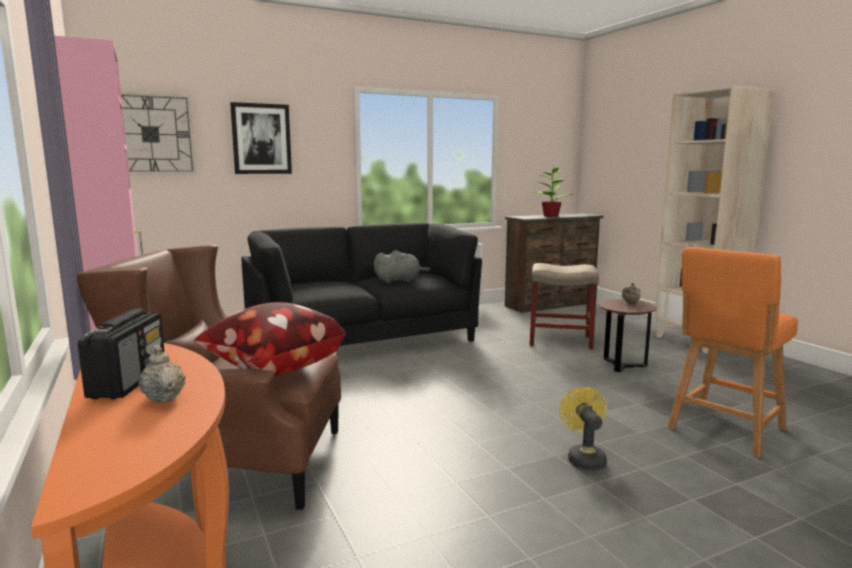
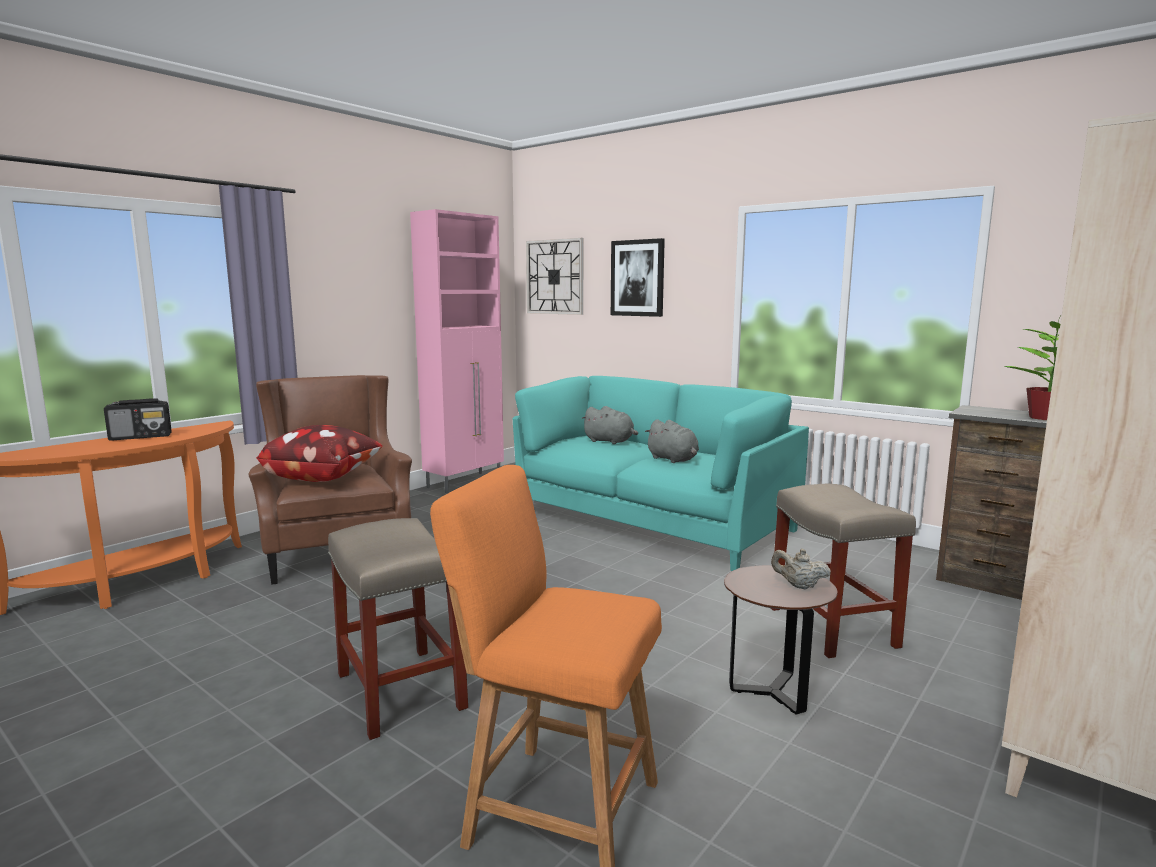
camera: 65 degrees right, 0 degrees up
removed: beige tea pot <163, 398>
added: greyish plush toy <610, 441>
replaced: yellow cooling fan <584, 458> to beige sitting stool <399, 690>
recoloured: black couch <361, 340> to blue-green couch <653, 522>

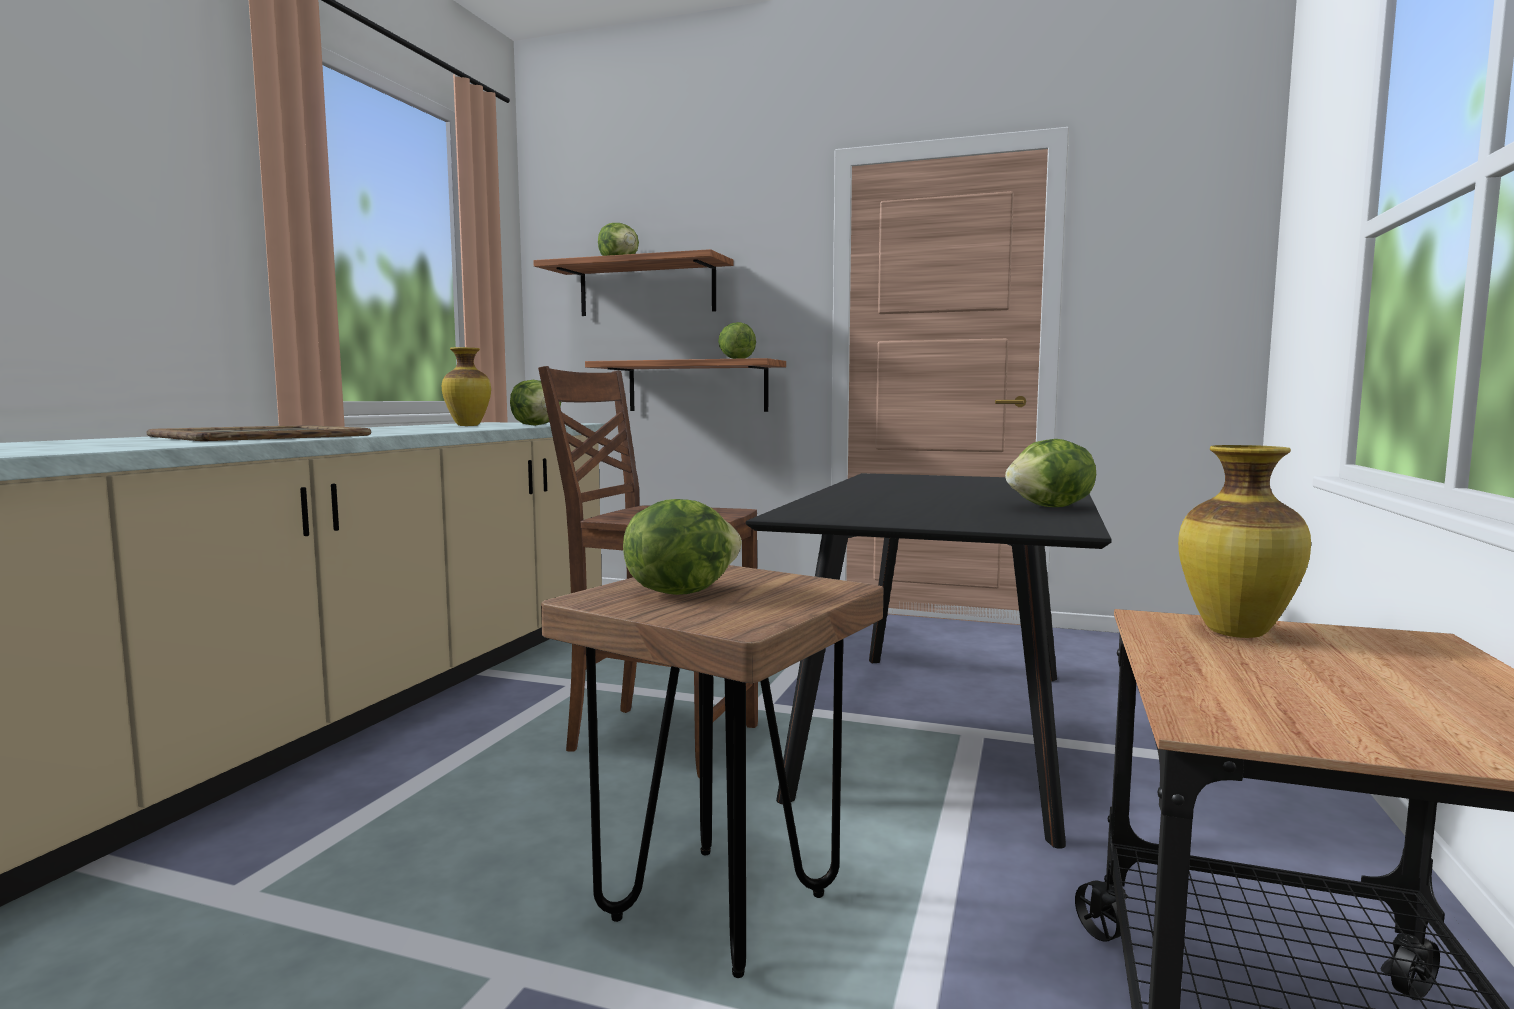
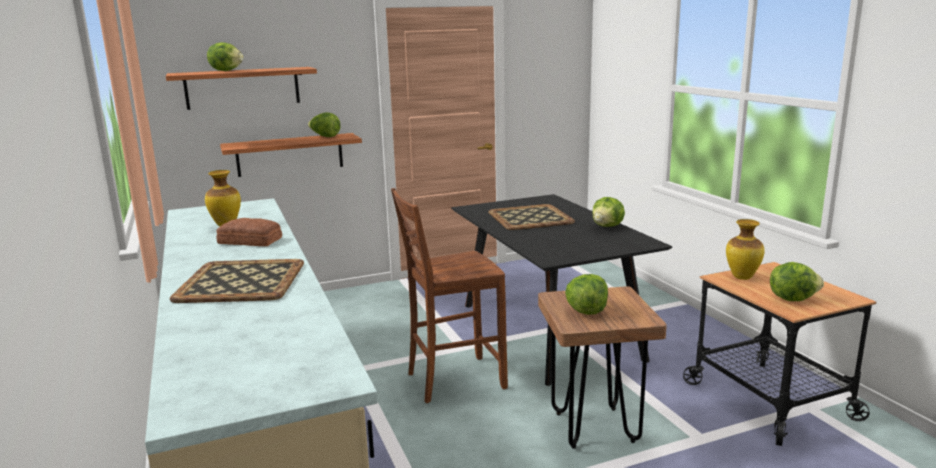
camera: 40 degrees left, 10 degrees up
added: carrying tray <529, 218>; bakery bread <250, 241>
moved: head of lettuce <537, 425> to <792, 298>

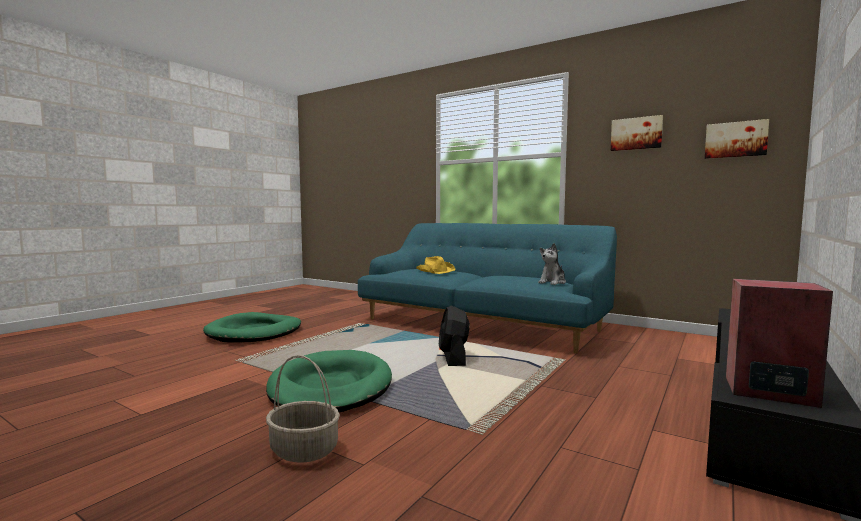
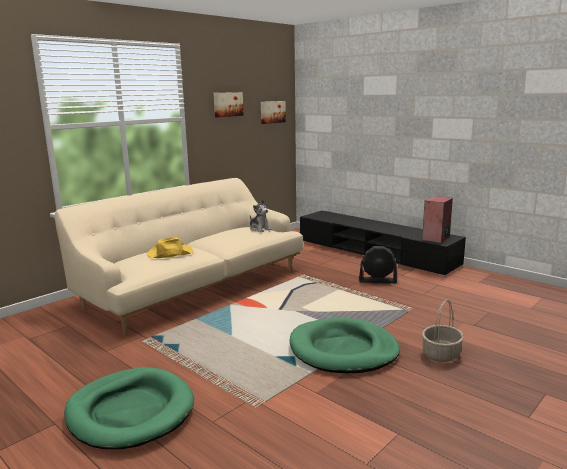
camera: 80 degrees left, 10 degrees up
moved: black cooling fan <453, 358> to <377, 280>
recoloured: blue-green couch <481, 324> to beige couch <194, 287>

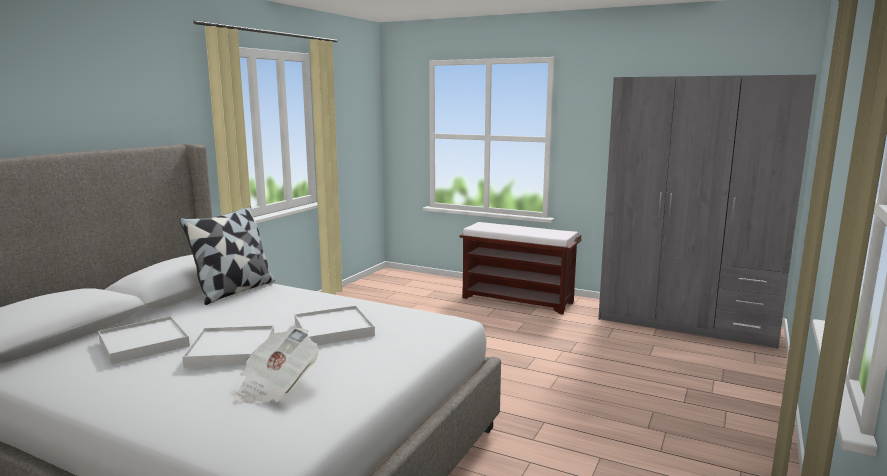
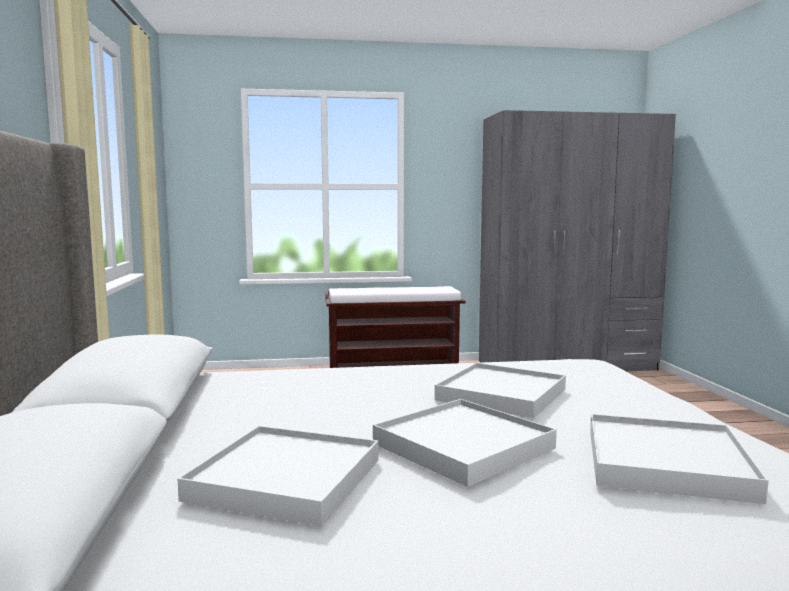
camera: 35 degrees left, 5 degrees down
removed: cushion <234, 291>
replaced: newspaper <276, 387> to white carrying tray <666, 463>

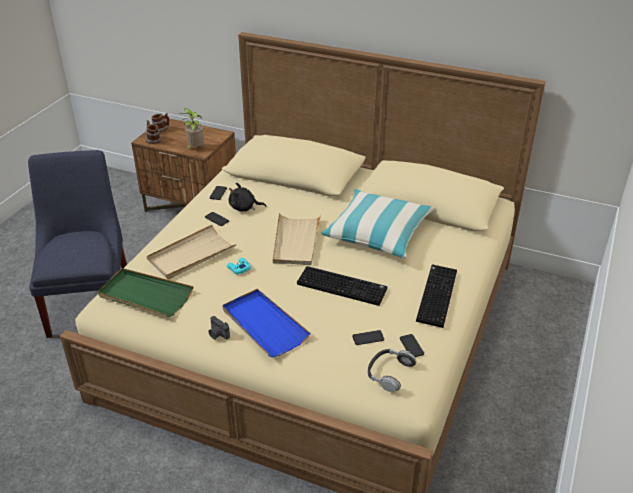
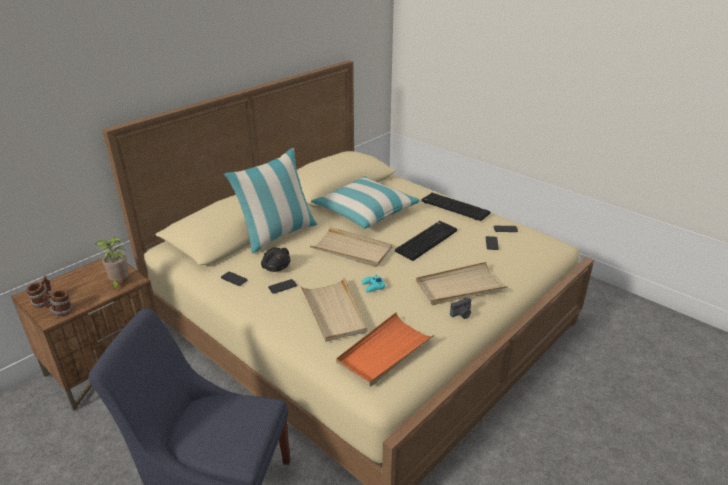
camera: 70 degrees left, 5 degrees down
removed: pair of headphones <389, 373>
added: cushion <277, 234>
recoloured: green-coloured carrying tray <145, 295> to orange-coloured carrying tray <384, 351>; bluish carrying tray <264, 325> to beige carrying tray <459, 287>
turned: black plush toy <244, 208> = <276, 267> 60 degrees counterclockwise

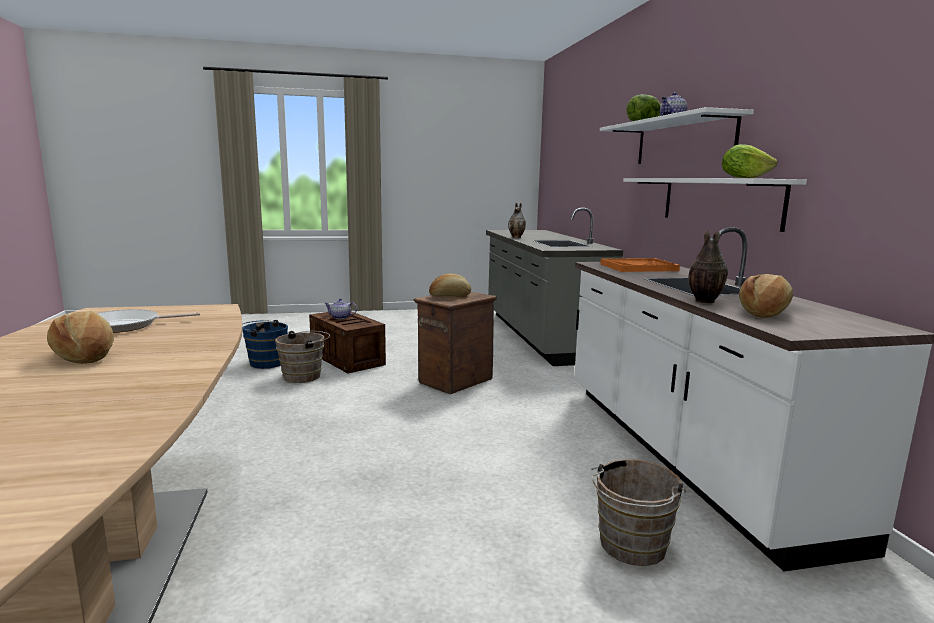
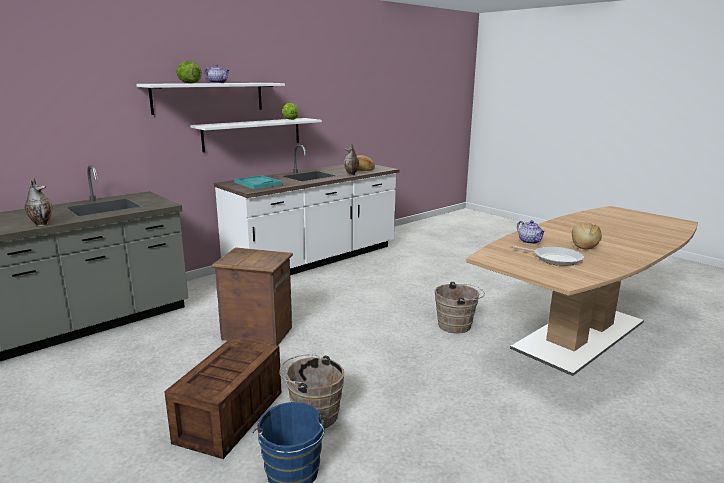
camera: 120 degrees left, 5 degrees up
removed: bakery bread <450, 296>
moved: tea pot <340, 317> to <530, 241>; brownish bucket <630, 548> to <457, 326>
recoloured: orange-coloured carrying tray <638, 267> to blue-green carrying tray <258, 183>

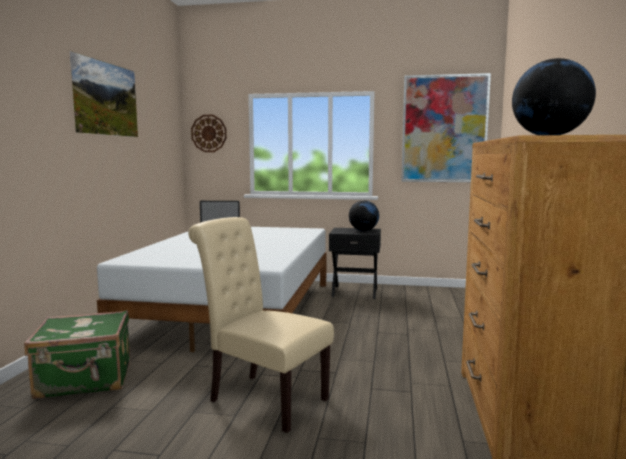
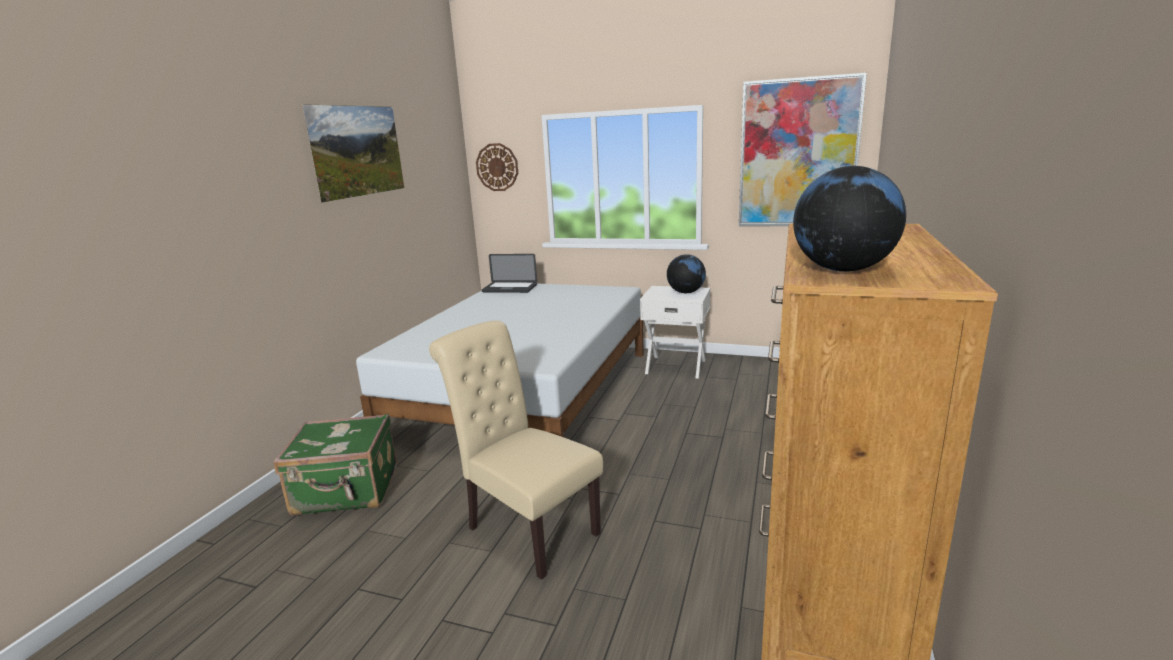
camera: 10 degrees right, 10 degrees up
recoloured: black bedside table <355, 292> to white bedside table <676, 366>

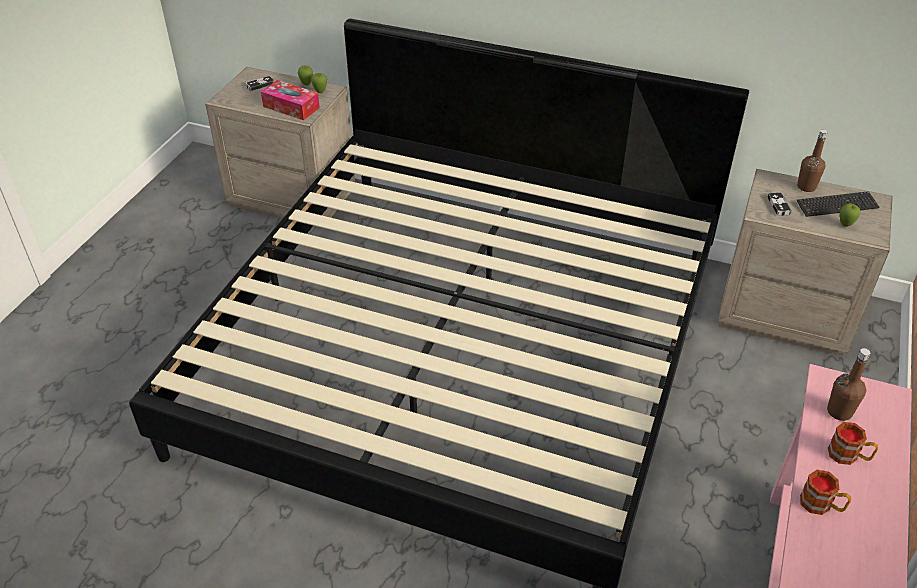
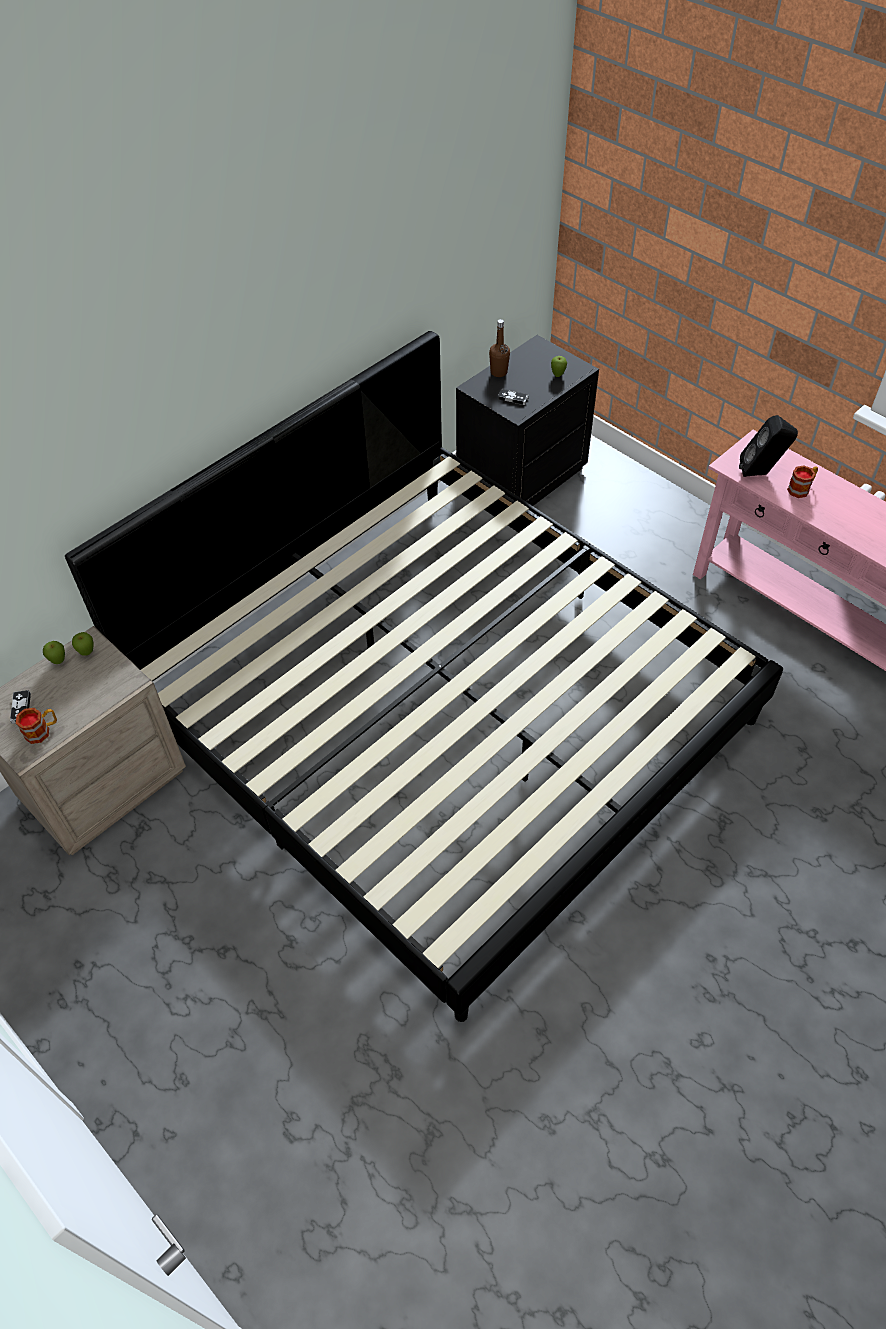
camera: 65 degrees left, 10 degrees up
removed: tissue holder <291, 107>; PC keyboard <837, 205>
moved: tea mug <821, 505> to <42, 731>
replaced: brownish beverage bottle <839, 412> to black audio speaker <761, 473>
recoloured: beige bedside table <784, 314> to black bedside table <520, 477>

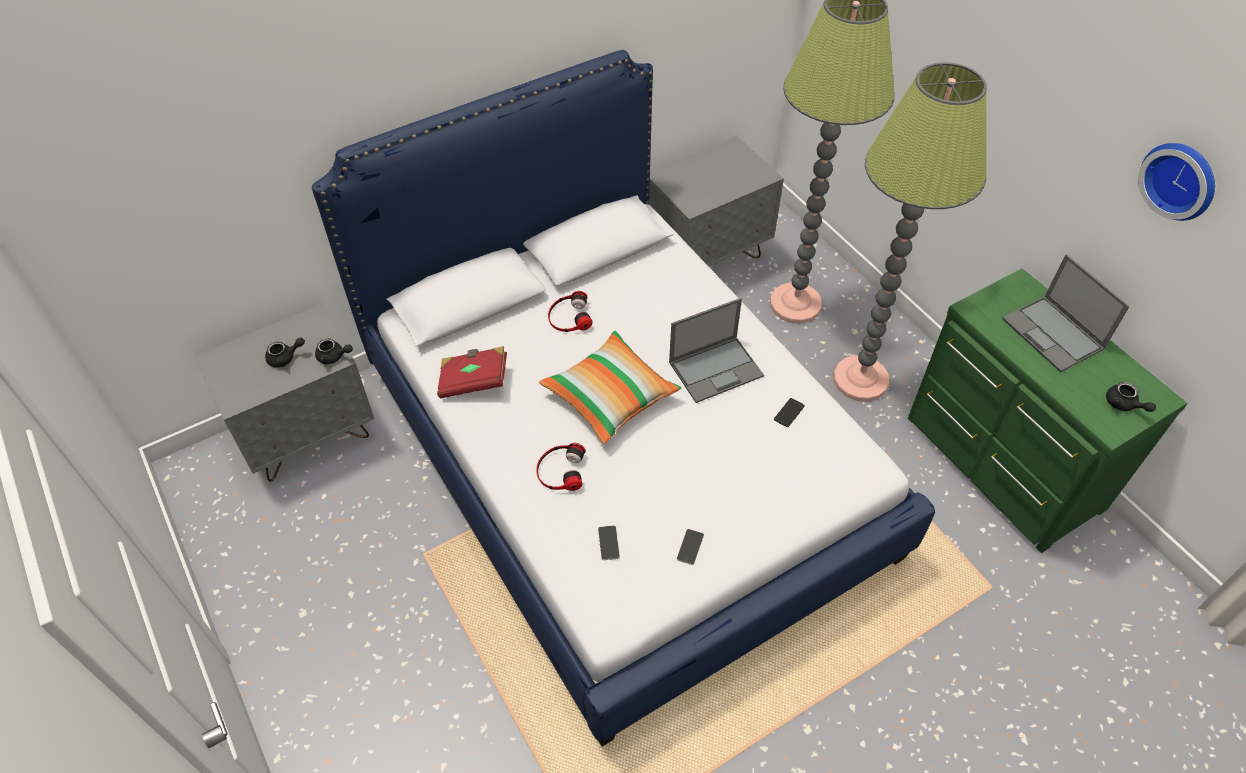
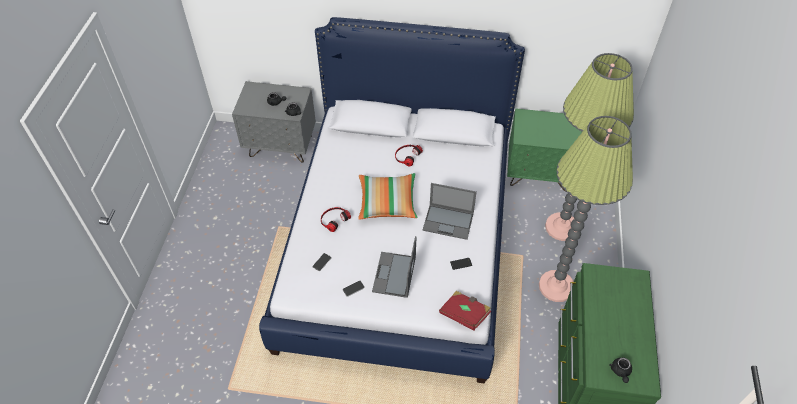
camera: 40 degrees right, 0 degrees up
removed: wall clock <1181, 179>
moved: notebook computer <1053, 334> to <394, 275>; red volume <474, 381> to <464, 314>
recoloured: greyish bedside table <706, 256> to green-coloured bedside table <539, 174>

